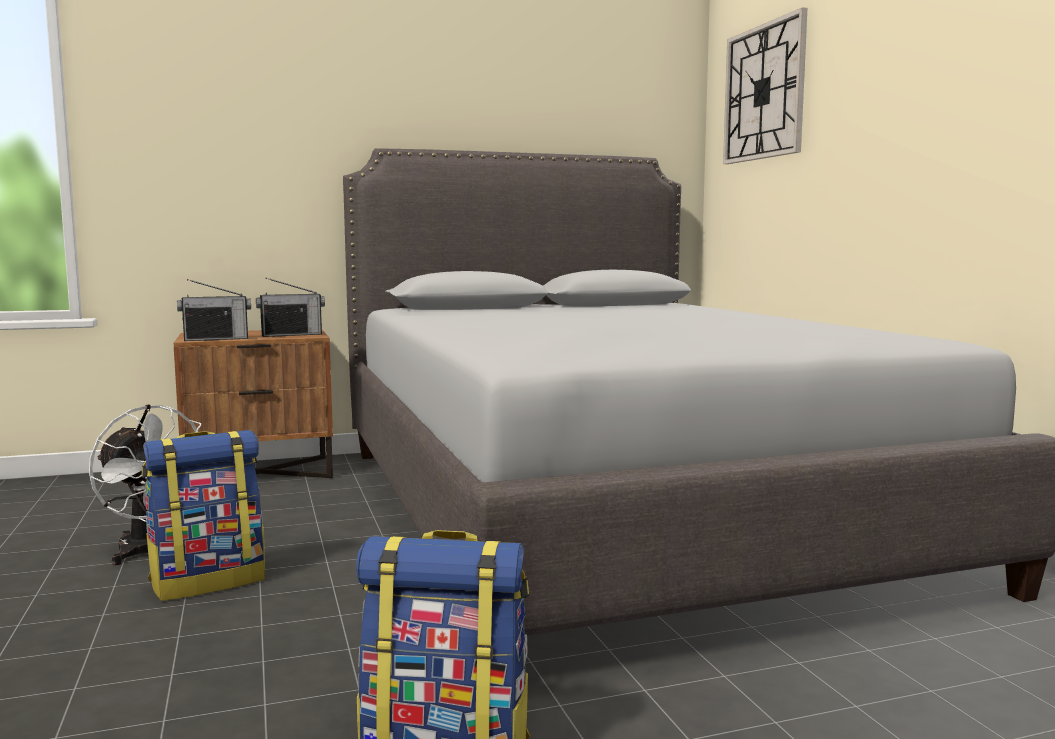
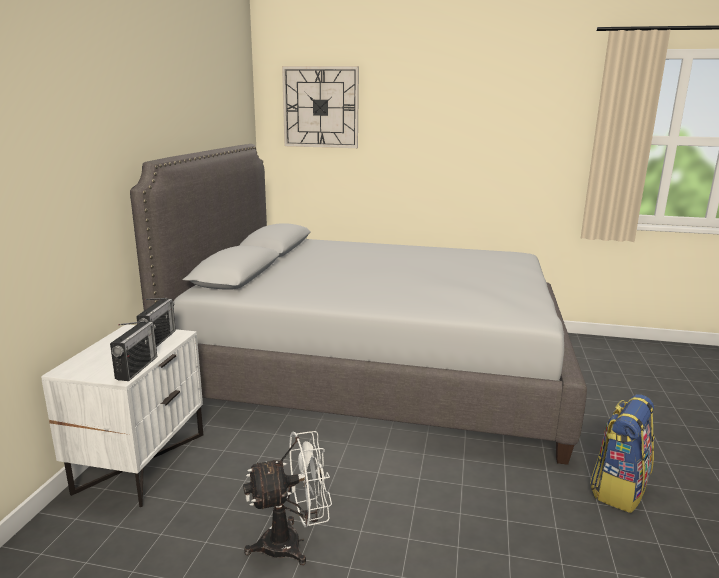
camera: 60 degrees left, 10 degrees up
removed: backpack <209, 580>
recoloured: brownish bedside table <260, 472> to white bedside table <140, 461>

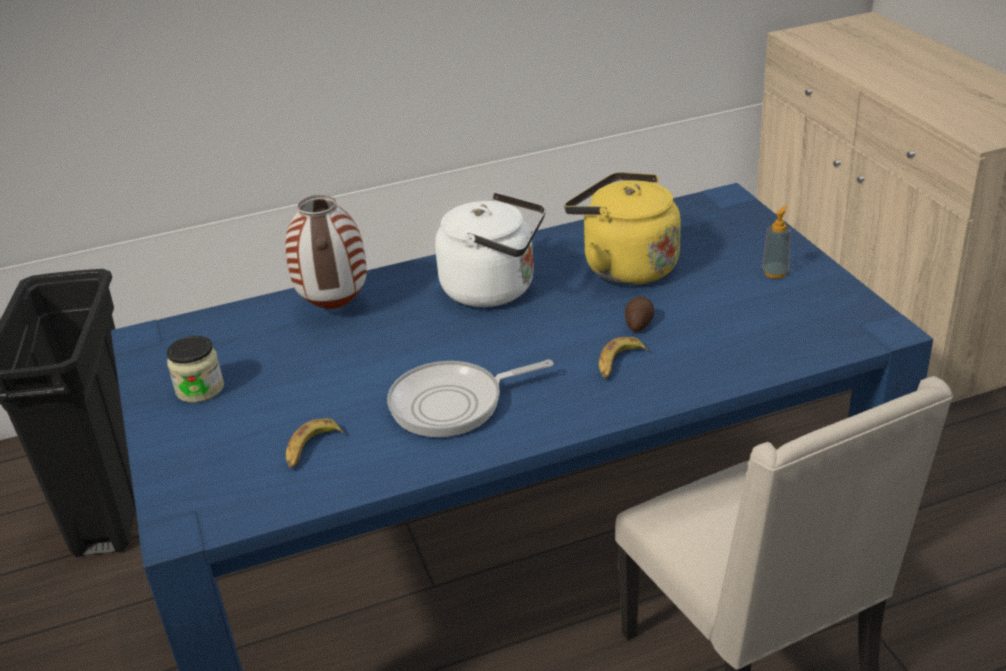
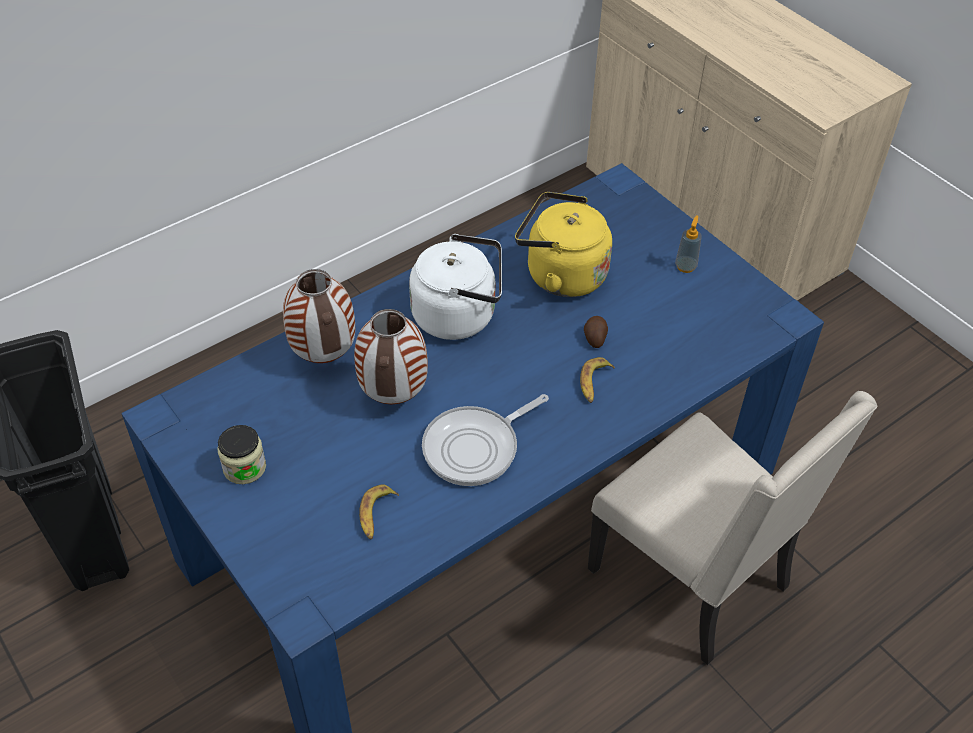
camera: 20 degrees left, 15 degrees up
added: flower vase <393, 395>

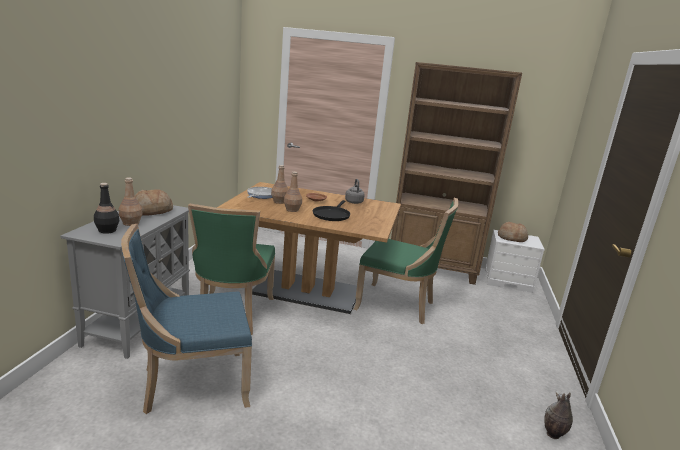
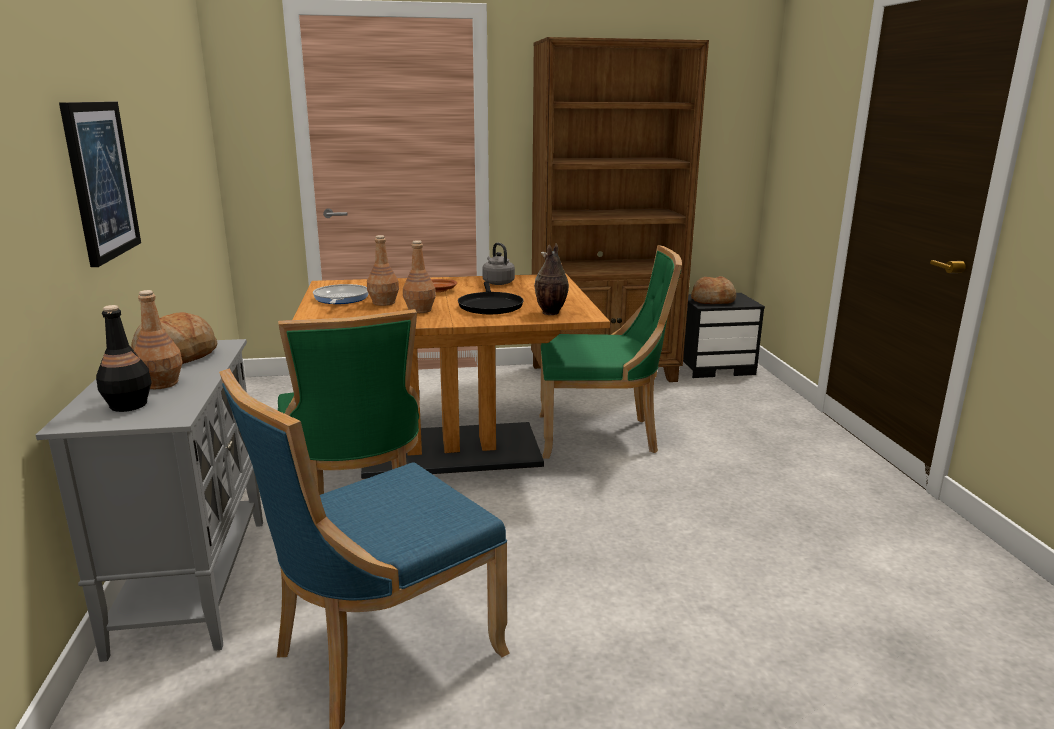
camera: 20 degrees left, 0 degrees up
added: wall art <100, 180>
moved: flower vase <553, 434> to <550, 313>
recoloured: white bedside table <508, 281> to black bedside table <714, 367>

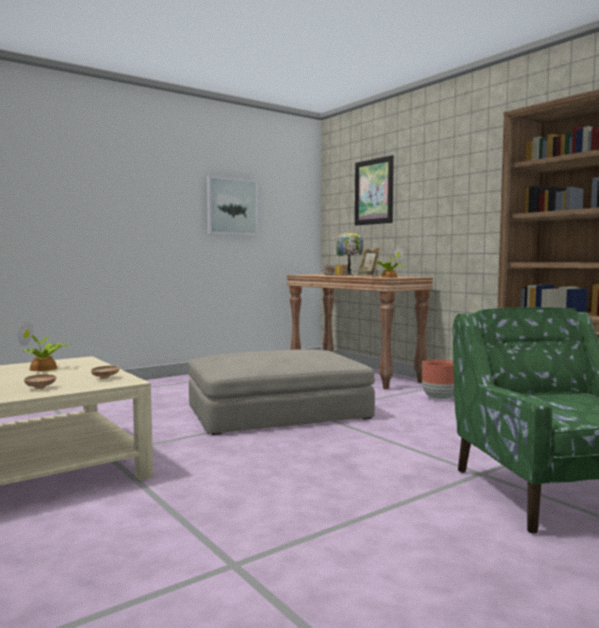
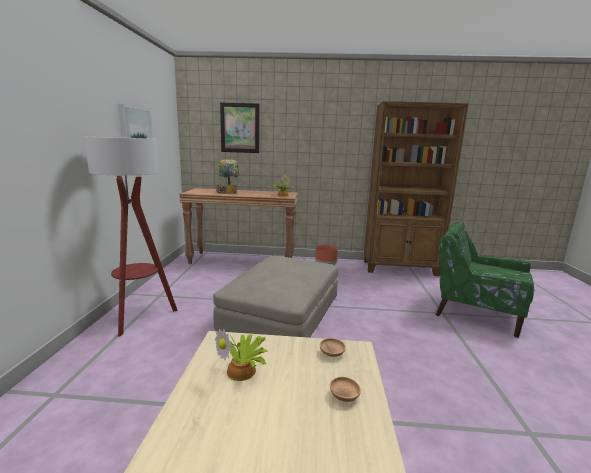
camera: 50 degrees left, 10 degrees up
removed: picture frame <368, 276>
added: floor lamp <140, 316>

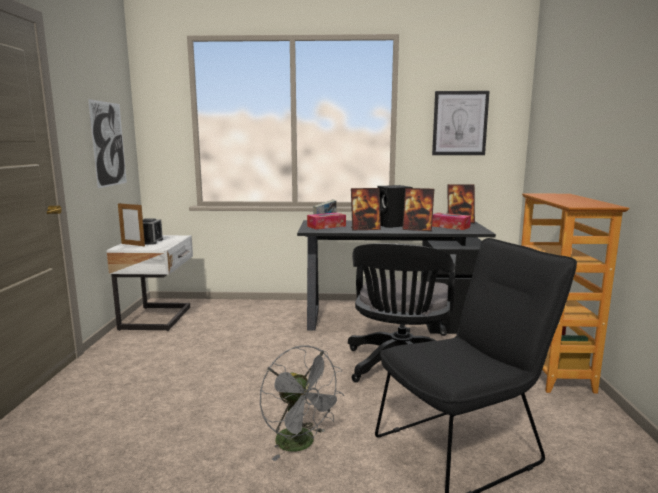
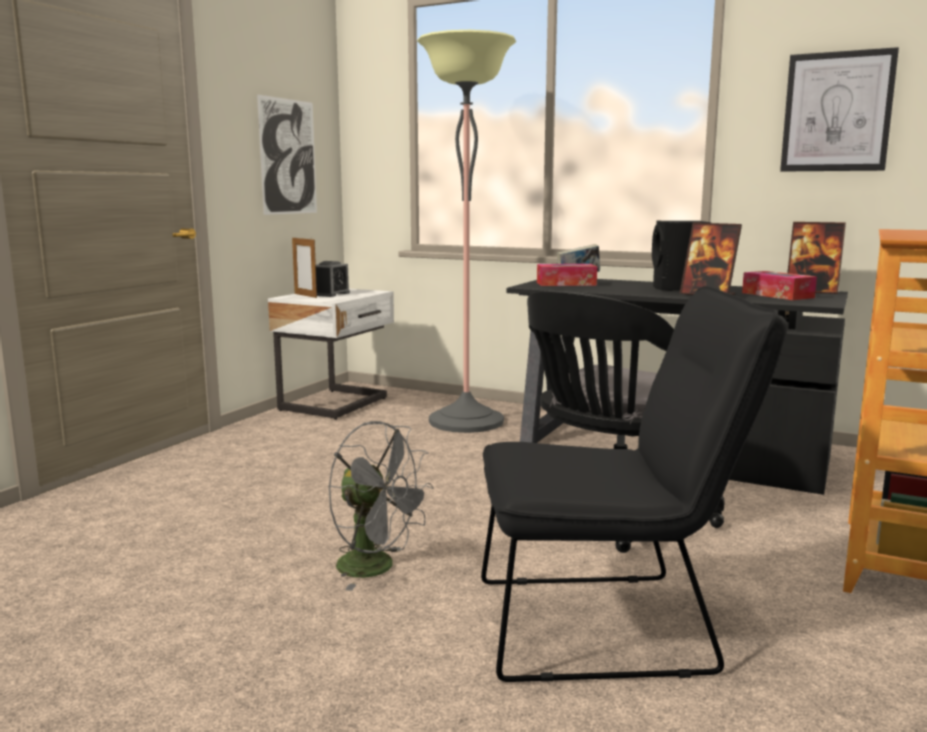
camera: 25 degrees right, 0 degrees up
removed: picture frame <365, 229>
added: floor lamp <466, 421>
turned: greyish cooling fan <301, 444> = <377, 568> 45 degrees counterclockwise

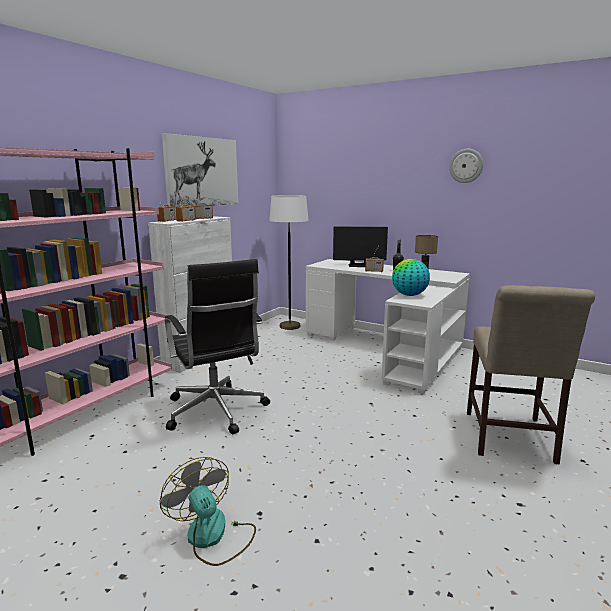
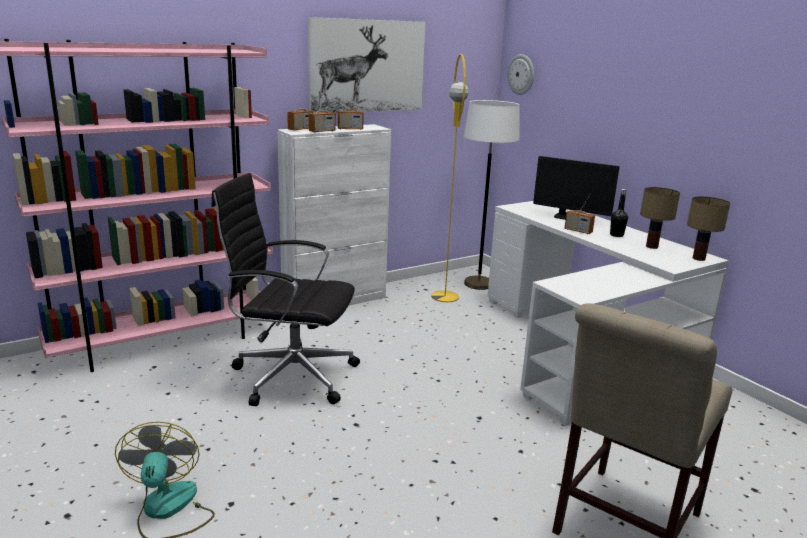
camera: 25 degrees right, 5 degrees up
removed: desk globe <409, 295>
added: yellow floor lamp <444, 296>; lamp for a table <699, 259>
moved: wall clock <466, 166> to <521, 74>
turned: black computer chair <216, 412> = <290, 375> 105 degrees clockwise

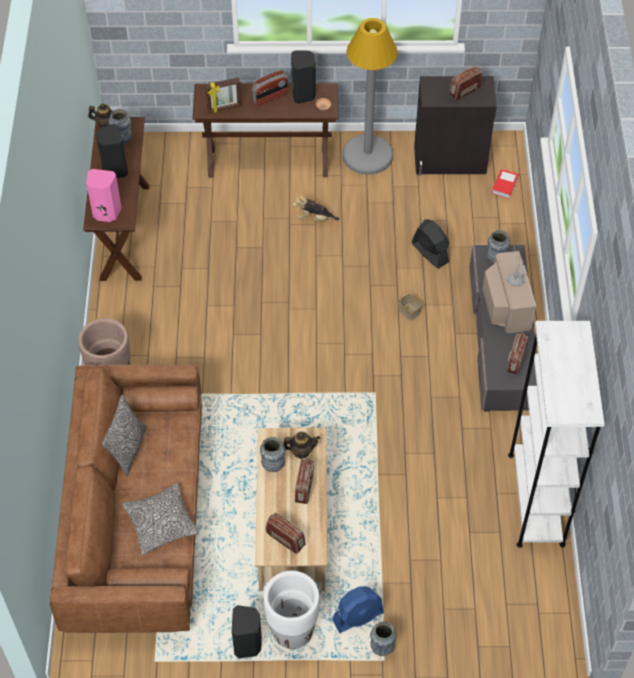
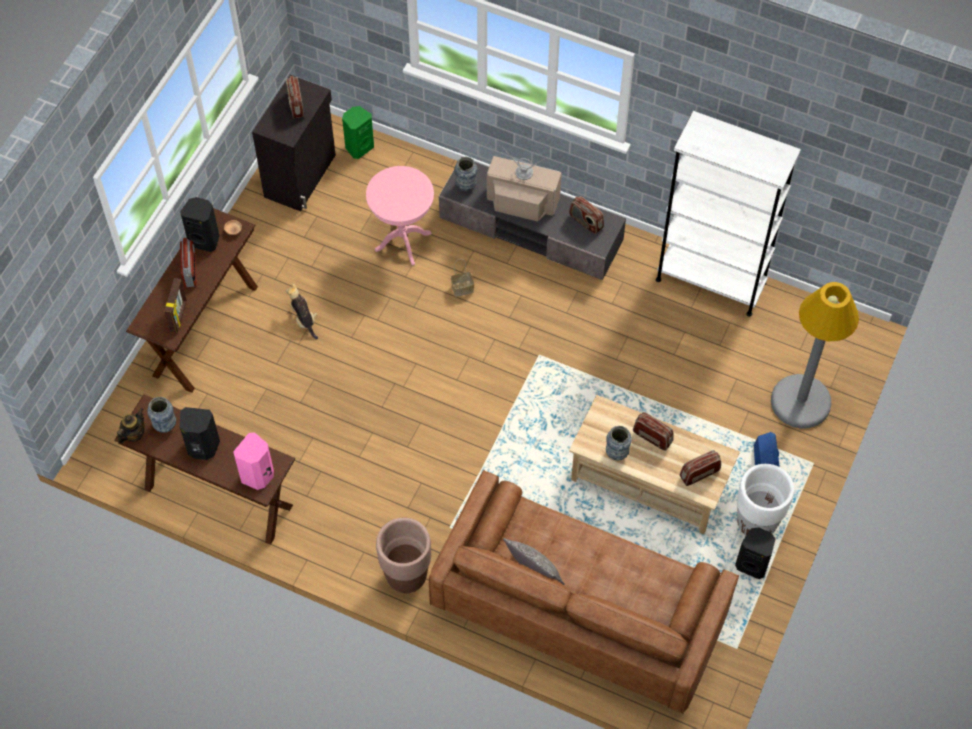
camera: 65 degrees left, 5 degrees up
removed: tea pot <301, 451>; cushion <161, 523>; flower vase <382, 647>
moved: greyish floor lamp <367, 155> to <800, 402>
replaced: volume <504, 185> to green-coloured audio speaker <359, 147>; black cooling fan <430, 252> to pink-coloured end table <403, 242>
turned: plush toy <314, 218> = <304, 319> 120 degrees clockwise

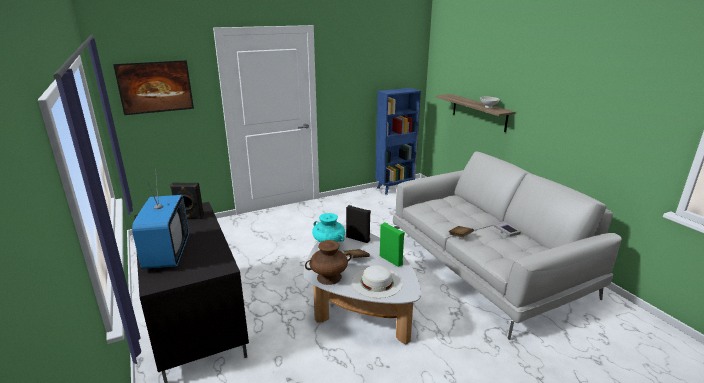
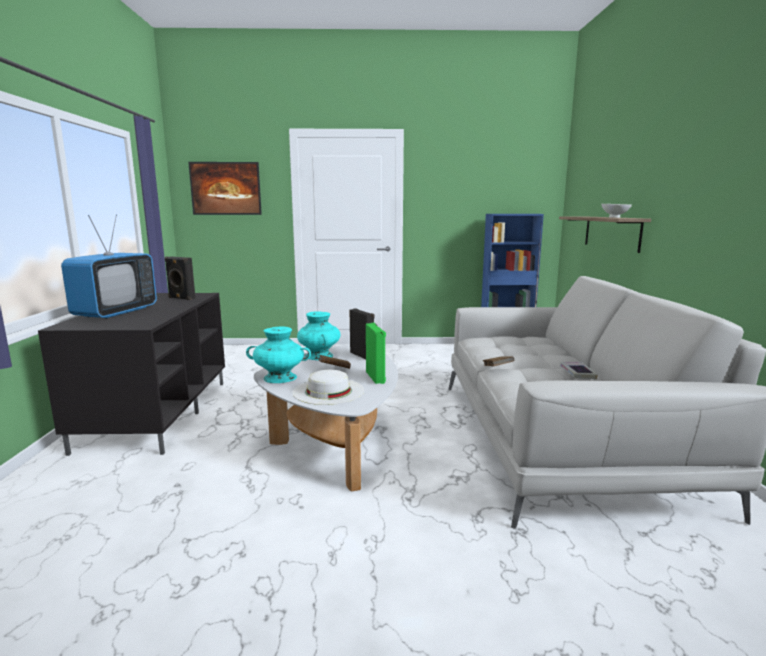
camera: 25 degrees right, 10 degrees down
recoloured: brownish flower vase <329, 277> to blue-green flower vase <279, 378>

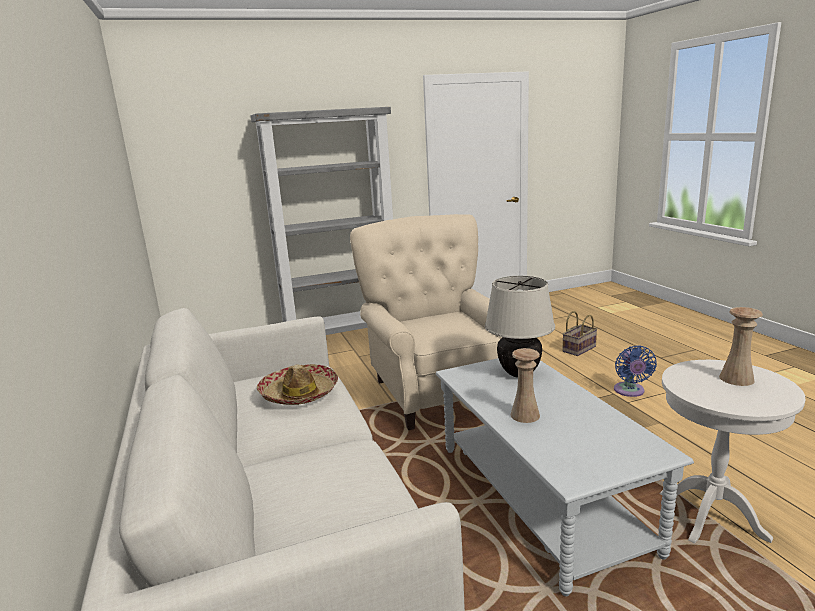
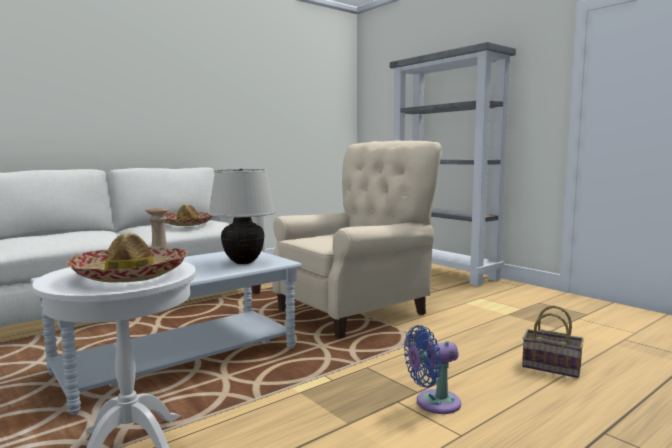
camera: 70 degrees right, 10 degrees down
replaced: beige flower vase <736, 379> to wearable hat <131, 275>

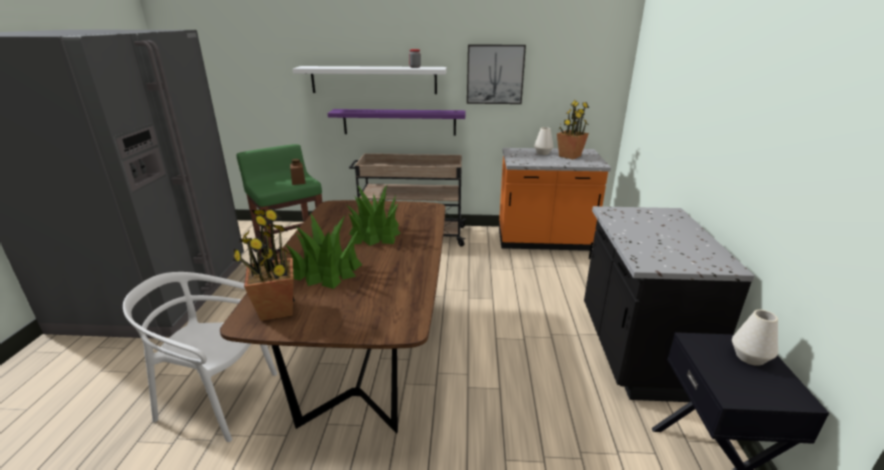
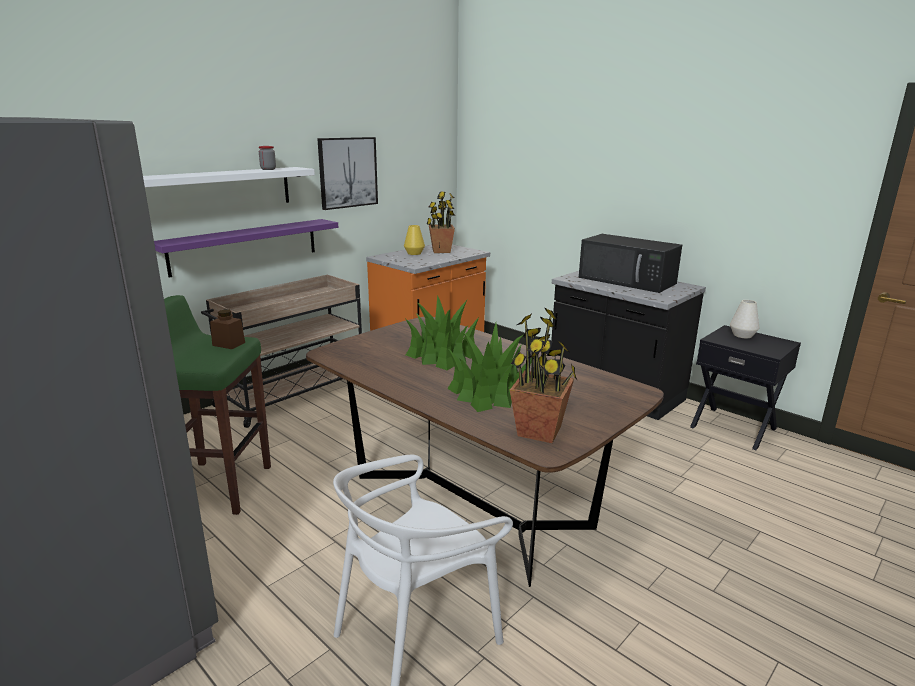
camera: 50 degrees left, 5 degrees down
added: black microwave <628, 280>
recoloured: white flower vase <543, 153> to yellow flower vase <414, 253>

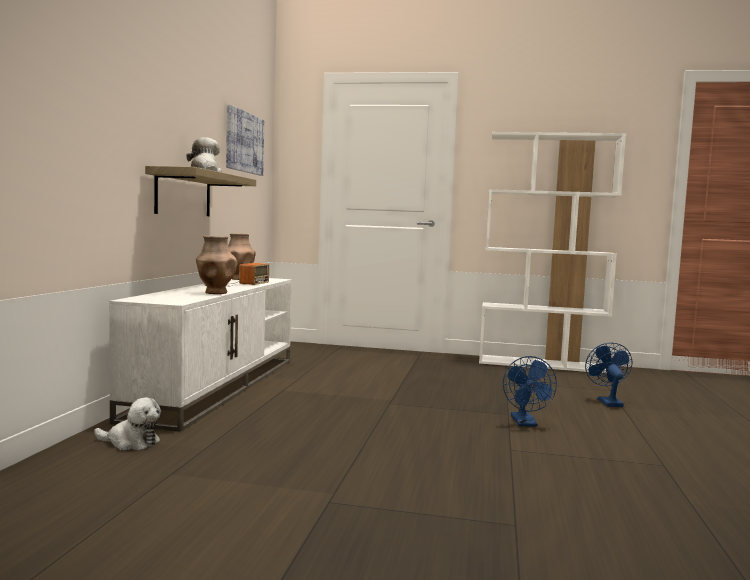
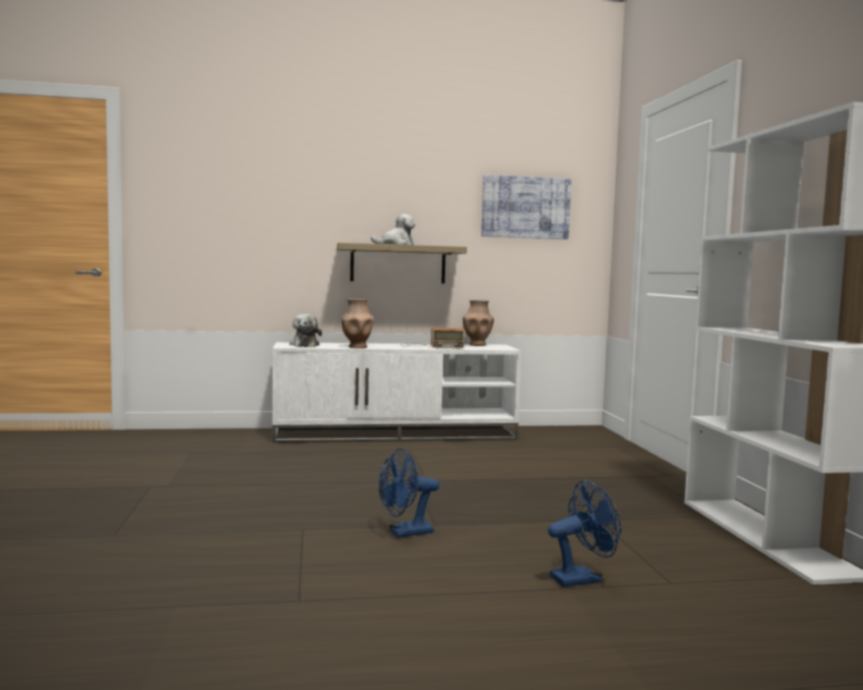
camera: 70 degrees right, 0 degrees up
moved: plush toy <131, 442> to <304, 345>

